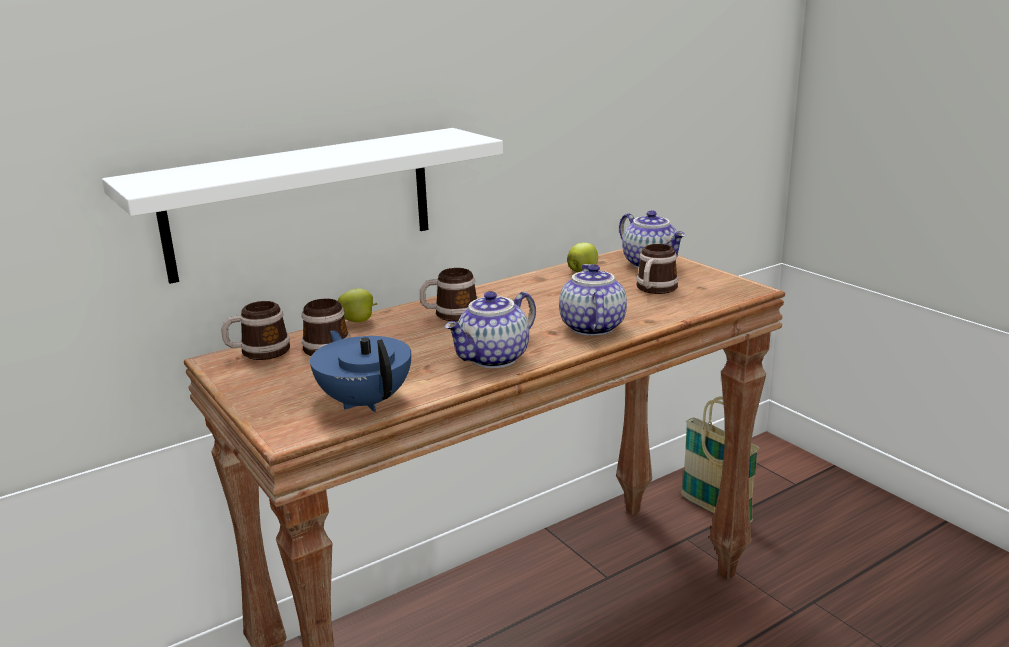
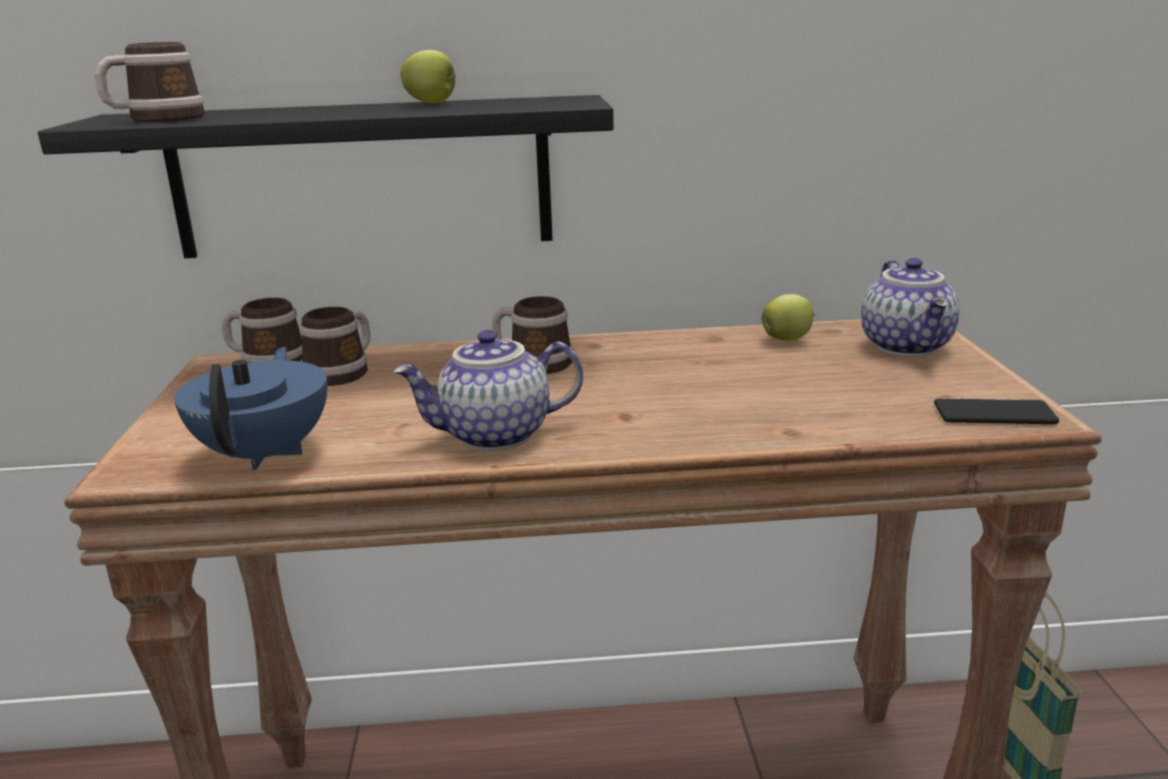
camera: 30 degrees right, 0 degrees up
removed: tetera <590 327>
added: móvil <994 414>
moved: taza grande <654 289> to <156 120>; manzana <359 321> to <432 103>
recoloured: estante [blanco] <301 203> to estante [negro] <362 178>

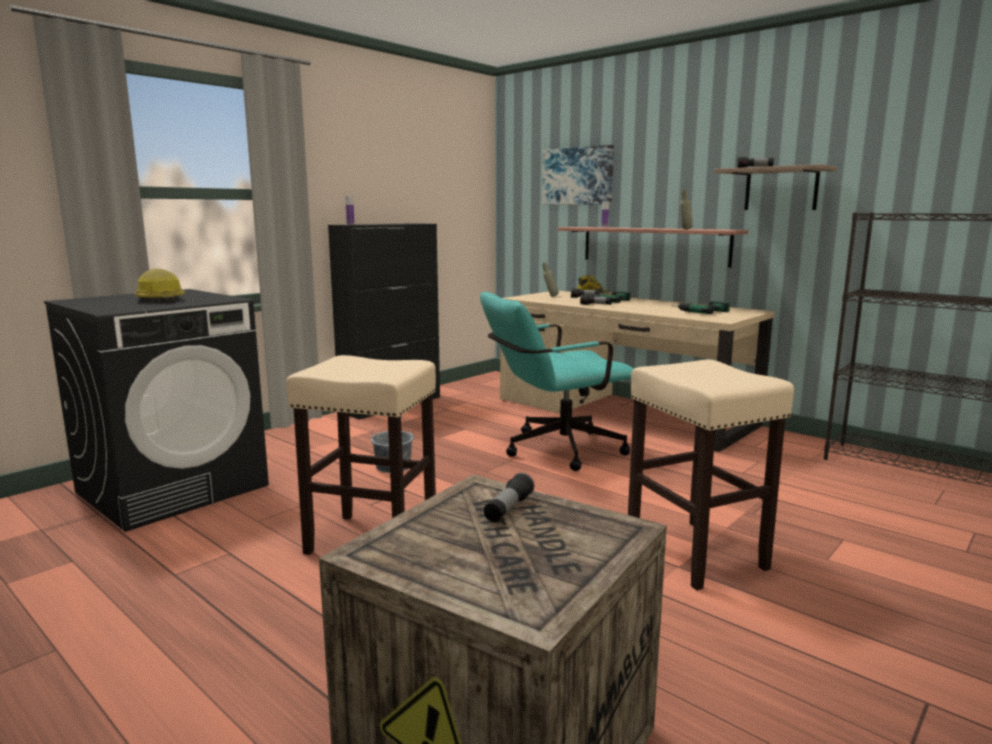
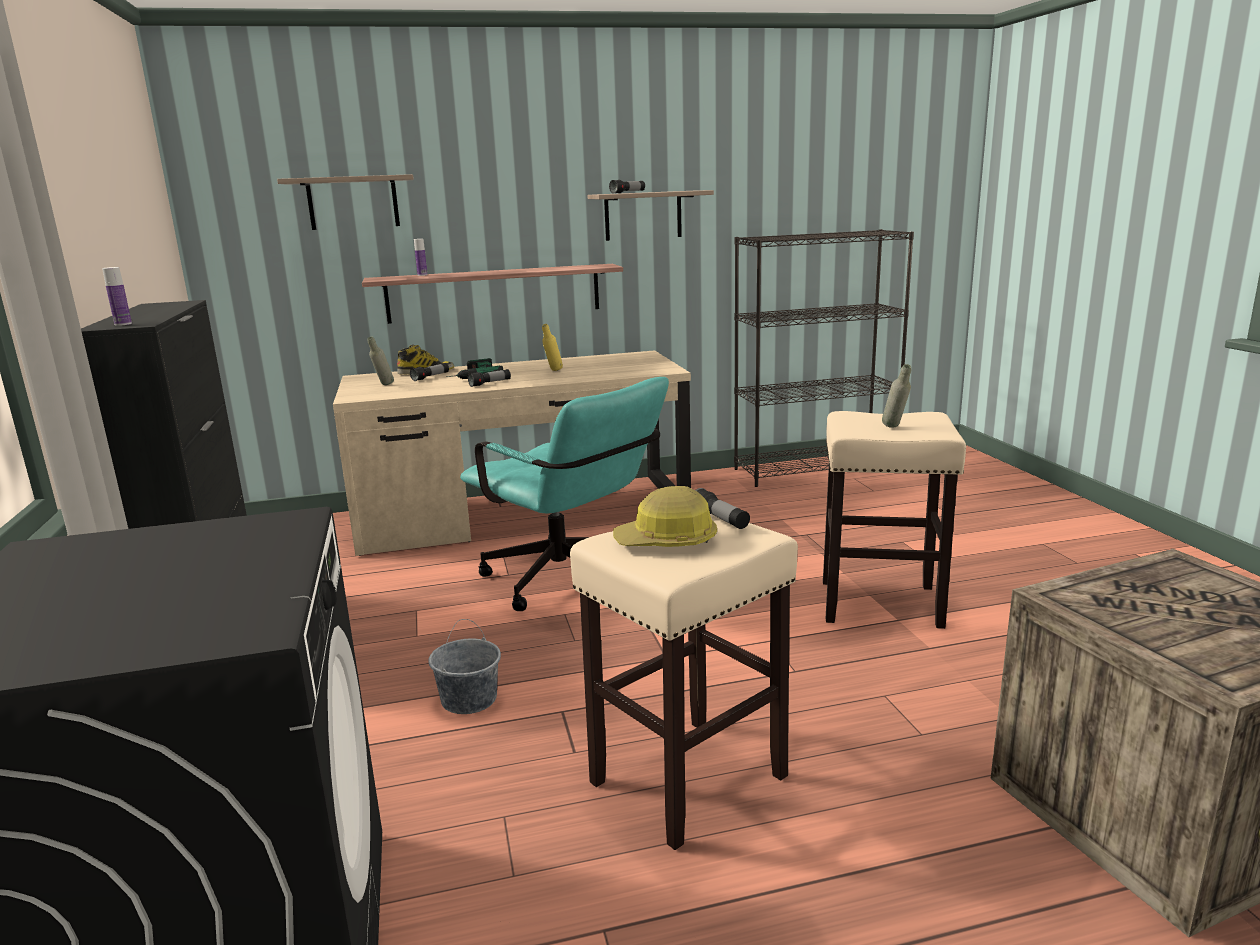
camera: 55 degrees left, 5 degrees up
removed: taladro <698 311>
added: botella [amarillo] <553 371>
moved: casco <158 300> to <667 542>; linterna <508 509> to <720 520>; botella [gris] <685 229> to <895 428>
replaced: cuadro <578 176> to estante <353 203>
turned: silla de oficina [turquesa] <554 450> = <571 582> 60 degrees counterclockwise

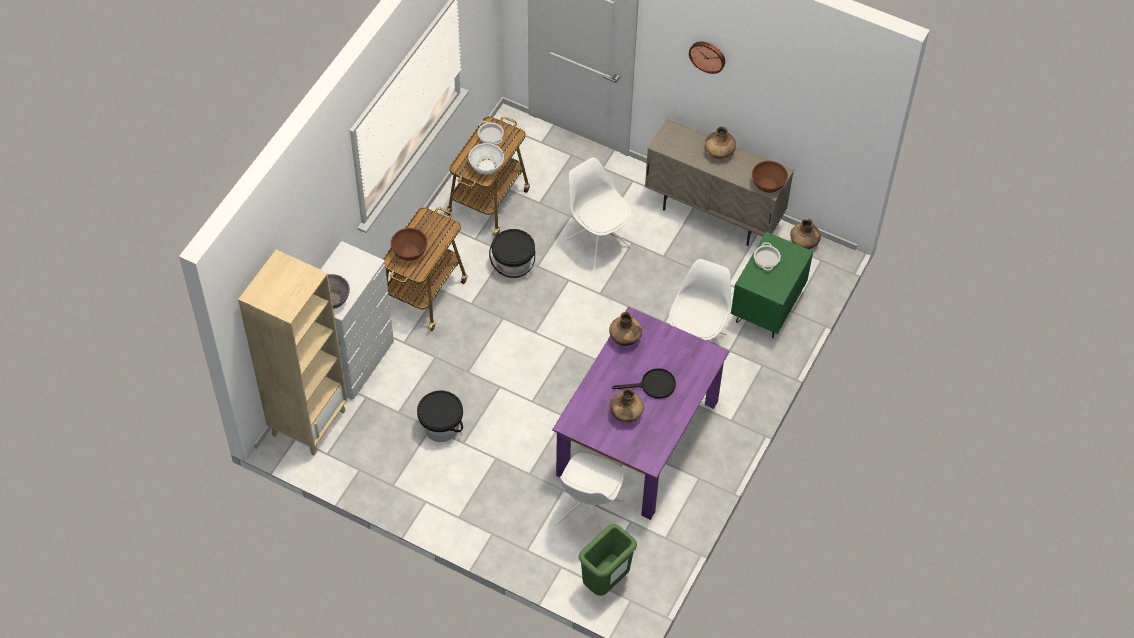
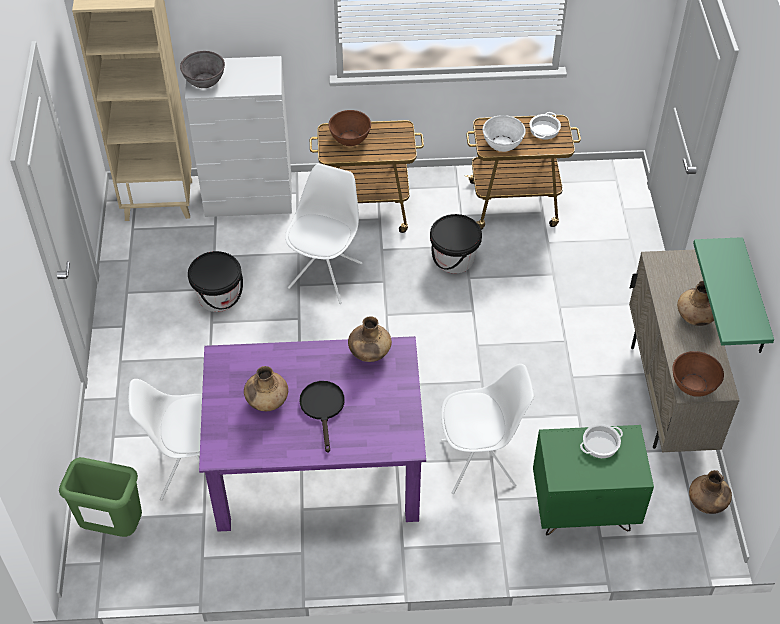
camera: 60 degrees right, 5 degrees down
removed: reloj de pared <708 56>
added: estante [verde] <753 300>
moved: silla [blanco] <597 242> to <326 275>
turned: sartén [negro] <653 385> = <323 408> 150 degrees counterclockwise

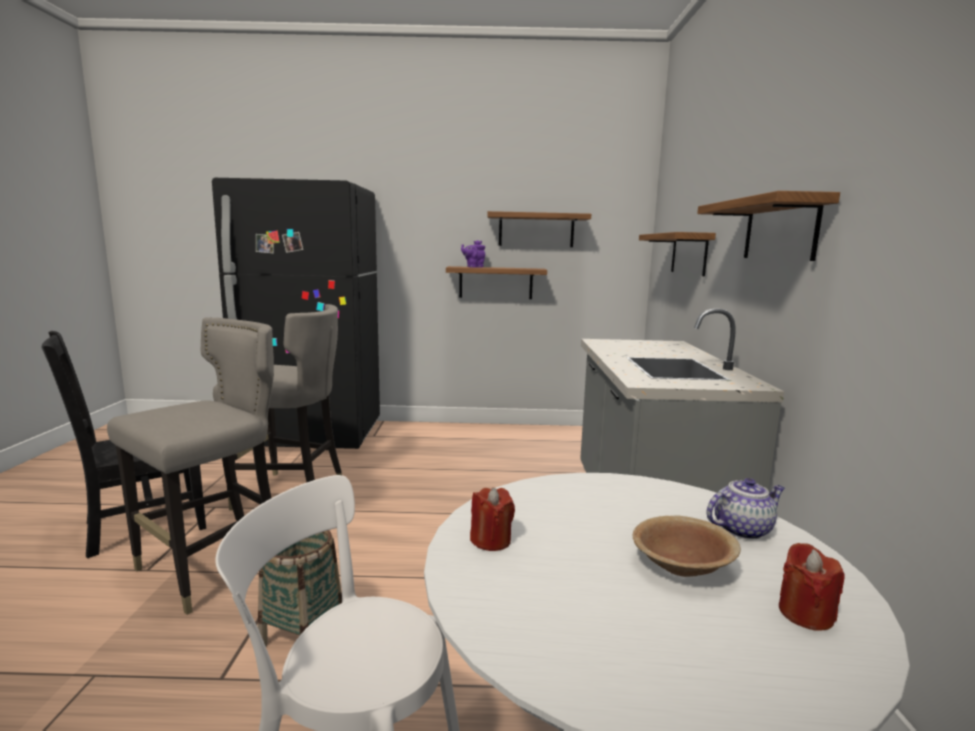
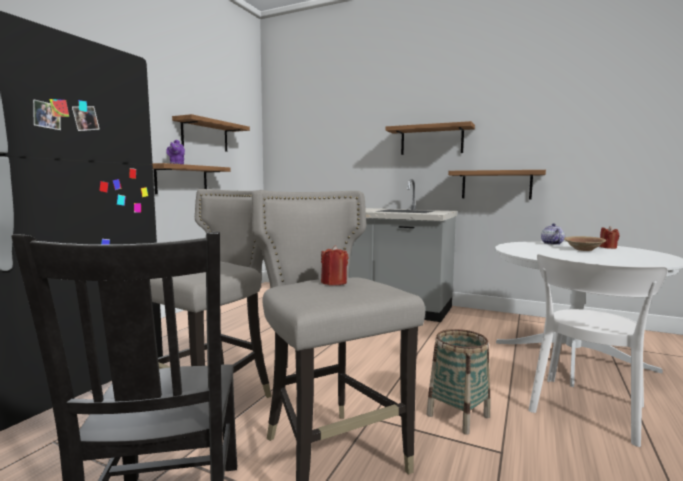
camera: 65 degrees left, 5 degrees down
moved: vela [rojo] <491 540> to <334 282>; estante <689 254> to <496 185>

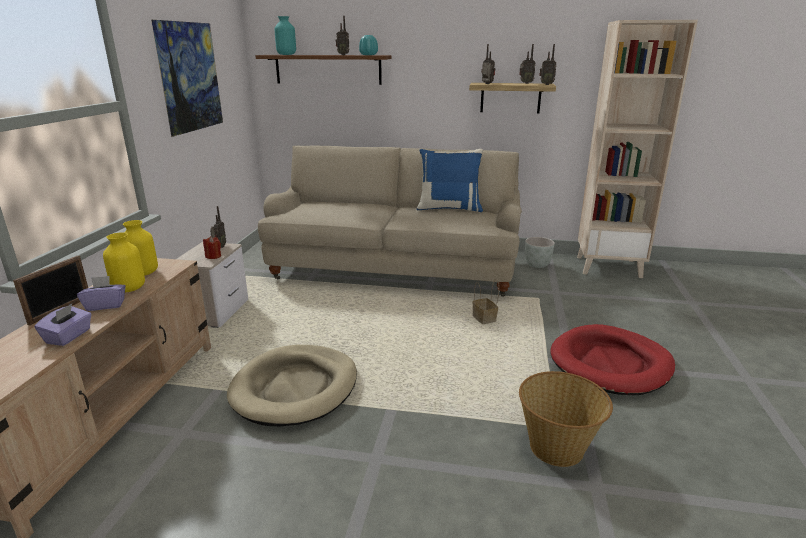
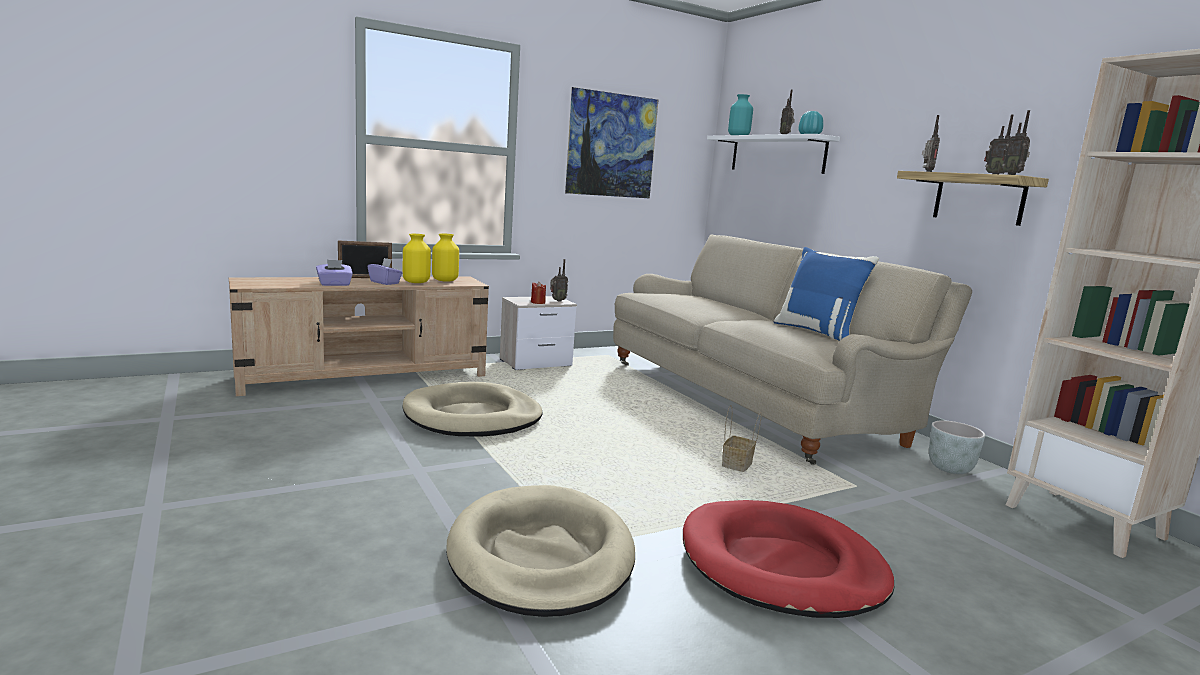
camera: 50 degrees right, 10 degrees down
replaced: cesta <557 447> to cama para perro [beis] <541 556>
recoloured: estante [marrón] <328 69> to estante [blanco] <777 154>

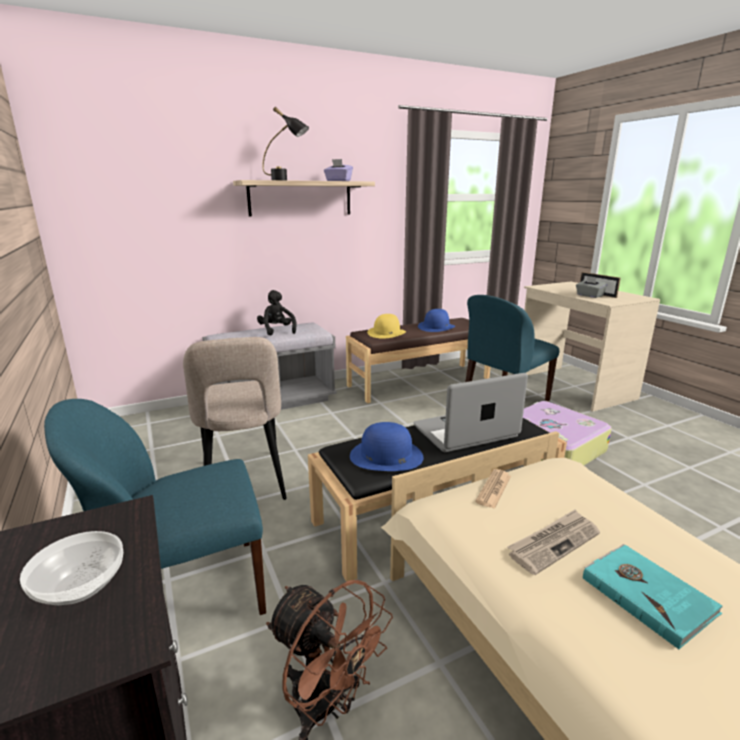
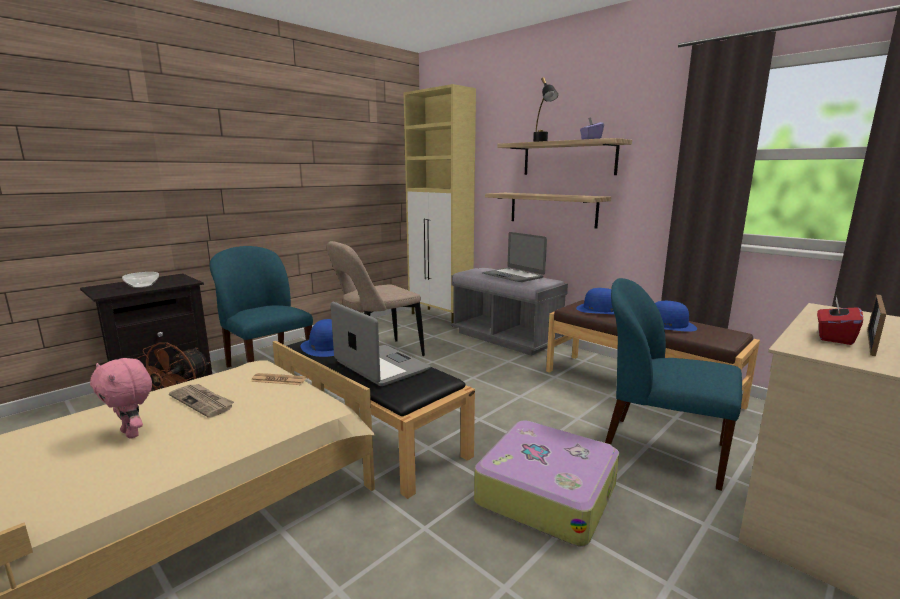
camera: 70 degrees right, 5 degrees down
added: armario [beis] <440 317>; estante <552 209>
replaced: libro [turquesa] <647 594> to peluche [rosa] <132 433>; peluche [negro] <277 331> to portátil <513 276>
recoloured: sombrero [amarillo] <386 333> to sombrero [azul] <600 309>; caja de pañuelos [gris] <589 295> to caja de pañuelos [rojo] <834 337>

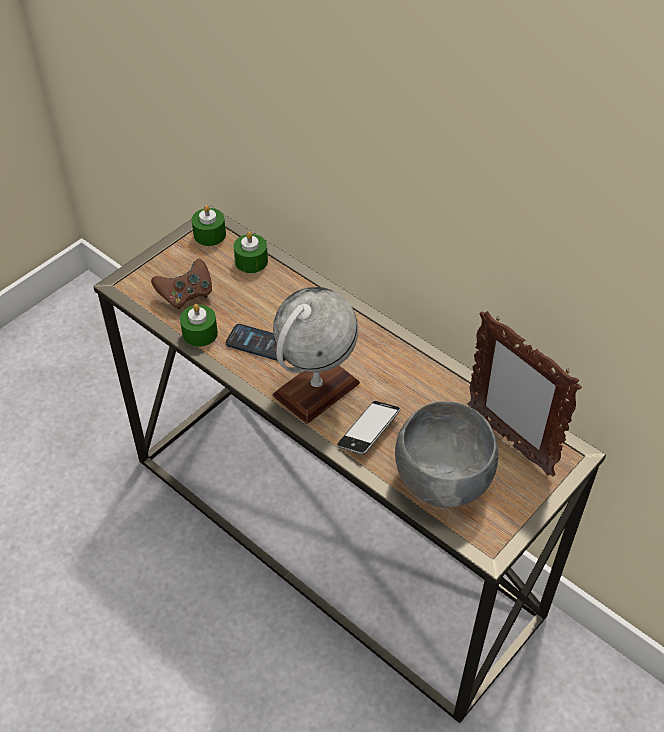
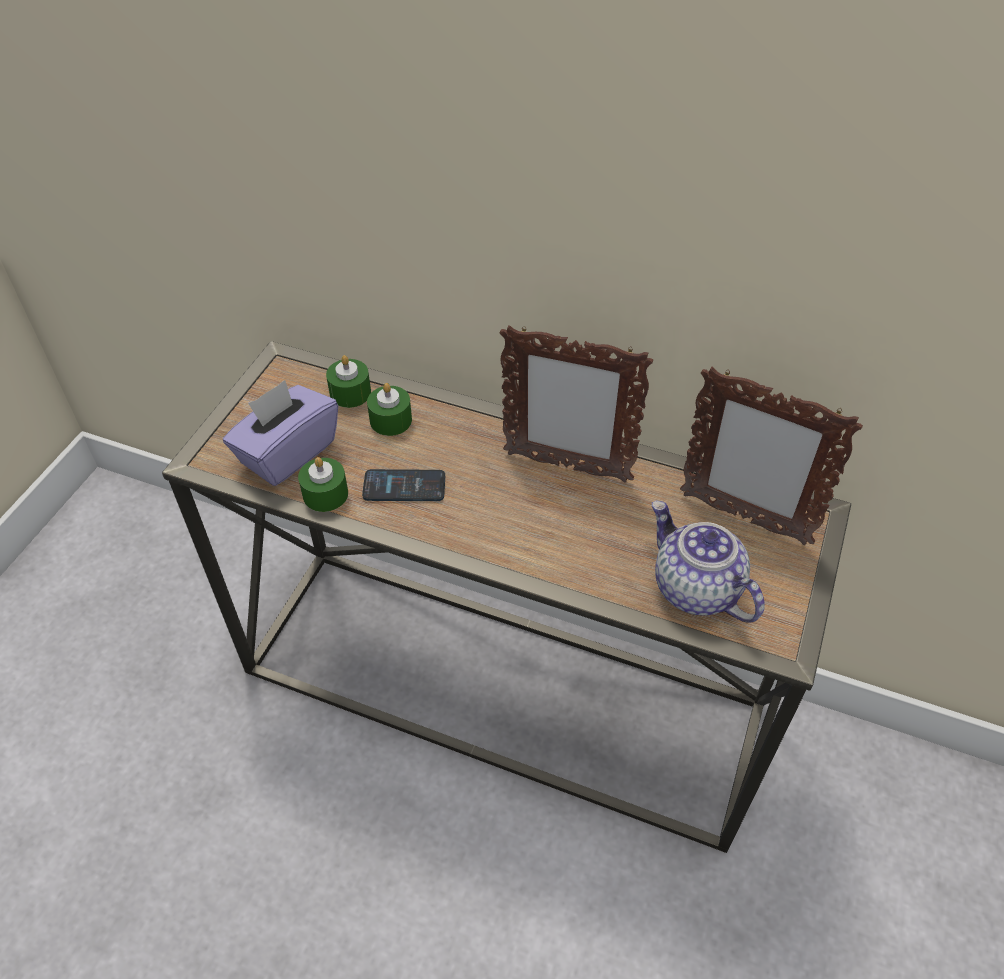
camera: 20 degrees left, 0 degrees up
removed: globo terráqueo <316 389>; móvil <368 431>
added: portarretratos <566 466>
moved: vela [verde] <209 234> to <390 420>
replaced: mando de consola [marrón] <186 295> to caja de pañuelos [morado] <287 453>; cuenco [gris] <441 482> to tetera <694 588>

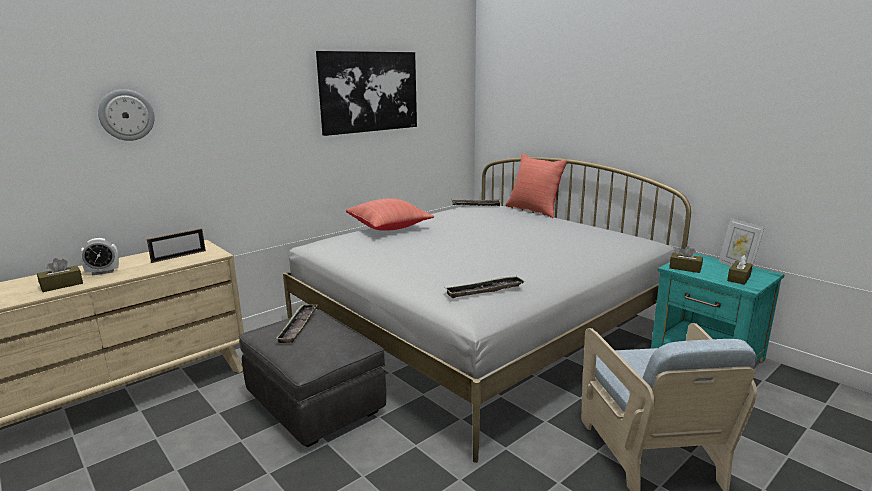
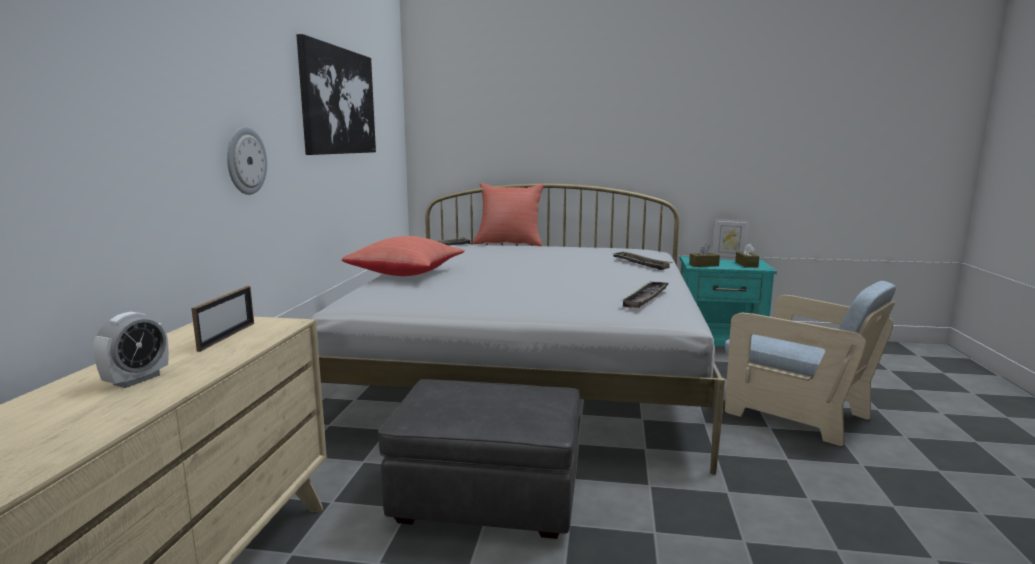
camera: 40 degrees left, 5 degrees down
removed: caja de pañuelos [marrón] <62 285>
moved: reloj de pared <126 115> to <245 161>; bandeja <298 326> to <640 264>

